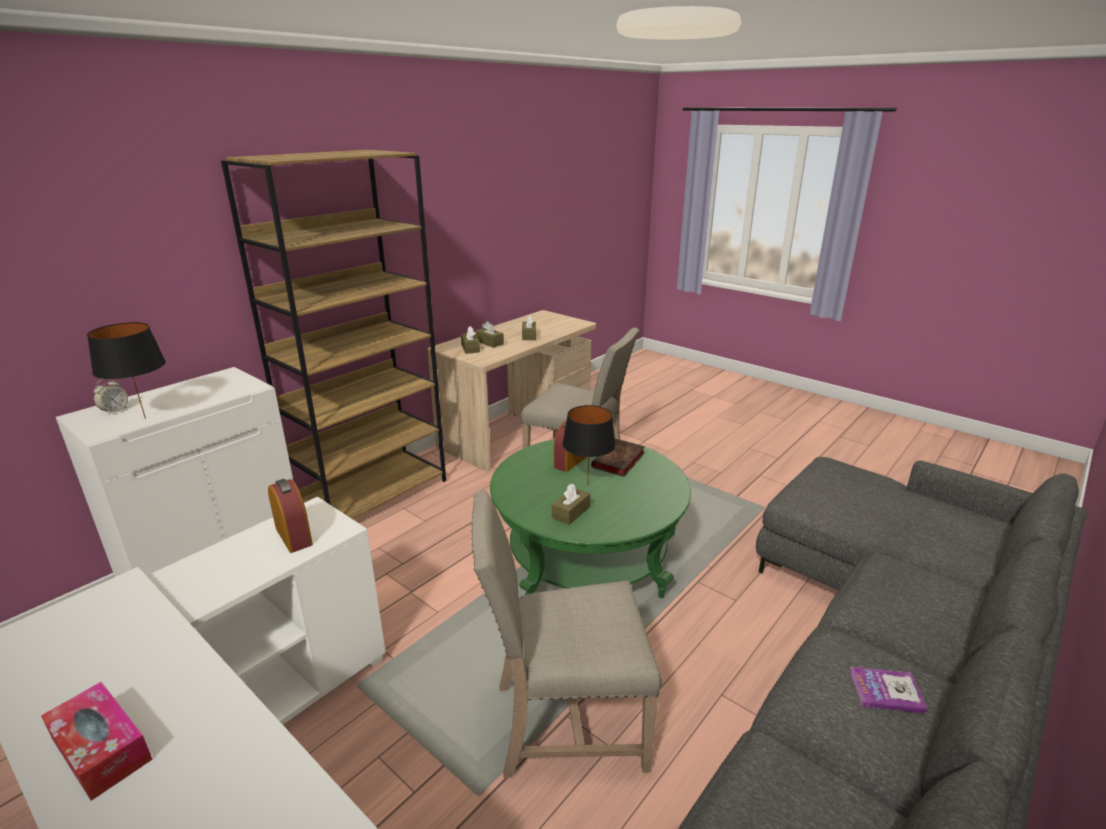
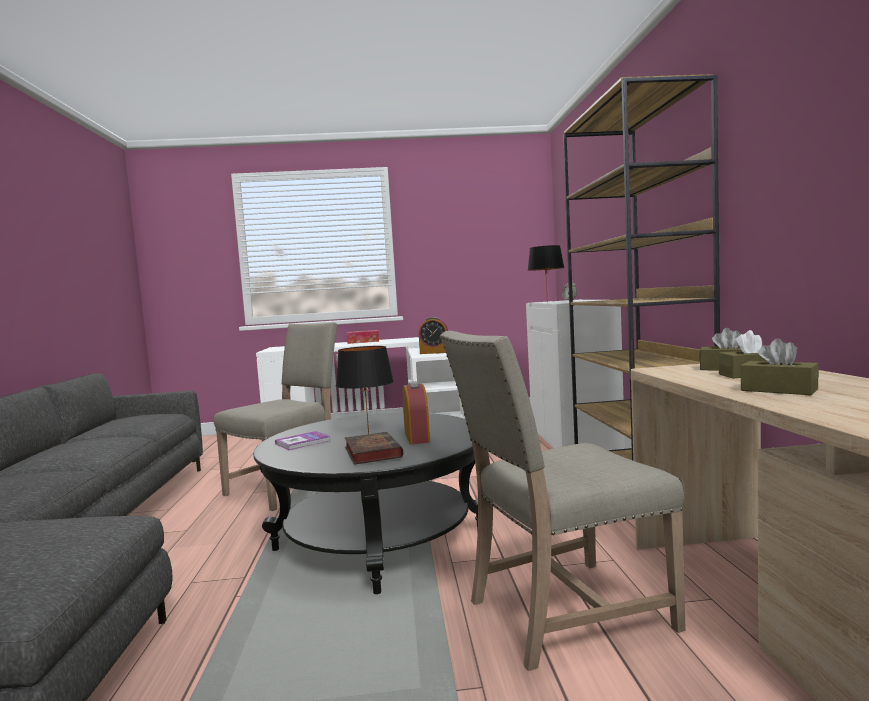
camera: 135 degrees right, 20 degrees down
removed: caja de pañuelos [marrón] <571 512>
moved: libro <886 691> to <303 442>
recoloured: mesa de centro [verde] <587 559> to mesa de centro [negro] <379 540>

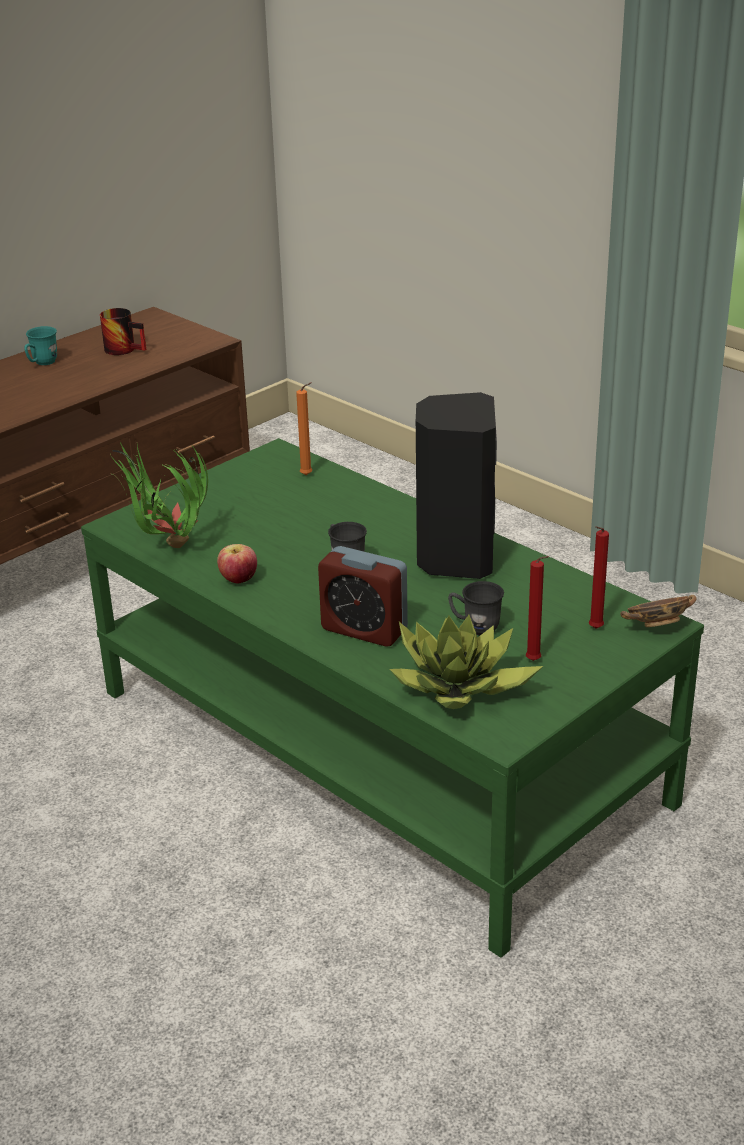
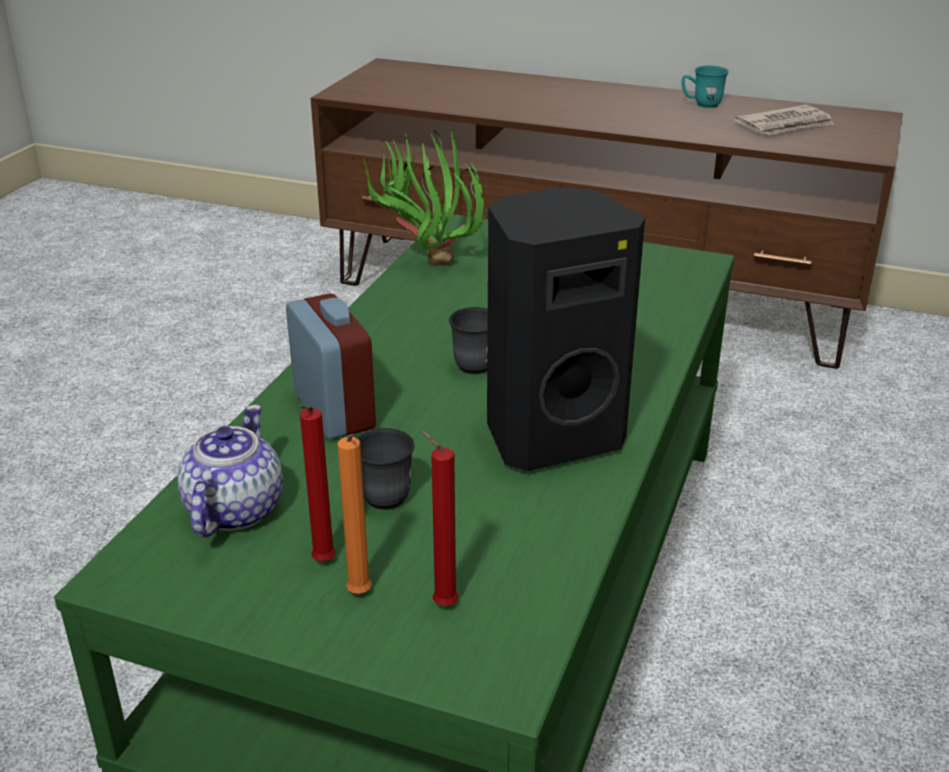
camera: 65 degrees right, 0 degrees up
removed: manzana <238 580>; cuenco <656 625>
moved: vela [naranja] <308 475> to <359 596>
replaced: planta en maceta <459 686> to tetera <233 511>; taza grande <126 349> to periódico <785 125>
turned: despertador <364 630> = <334 411> 150 degrees clockwise

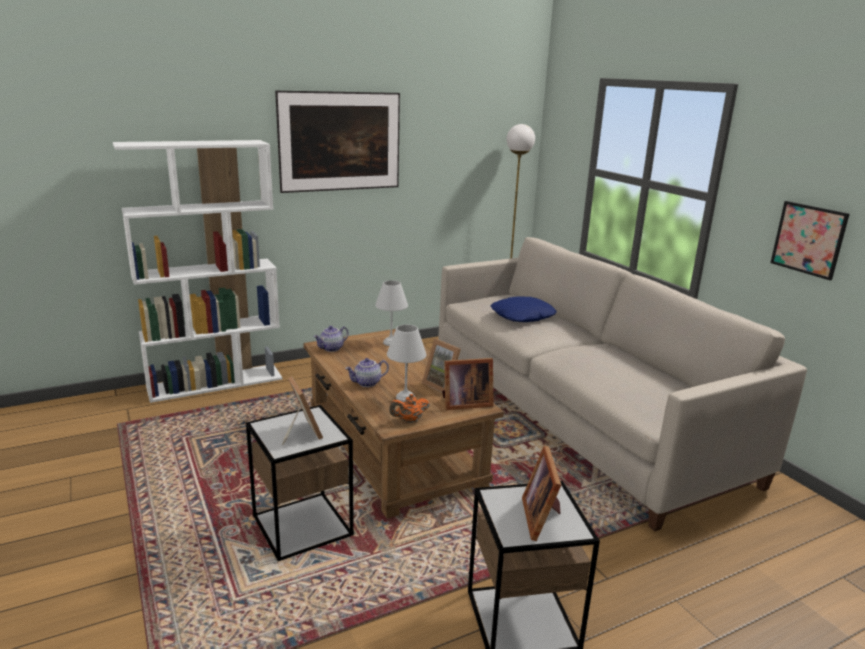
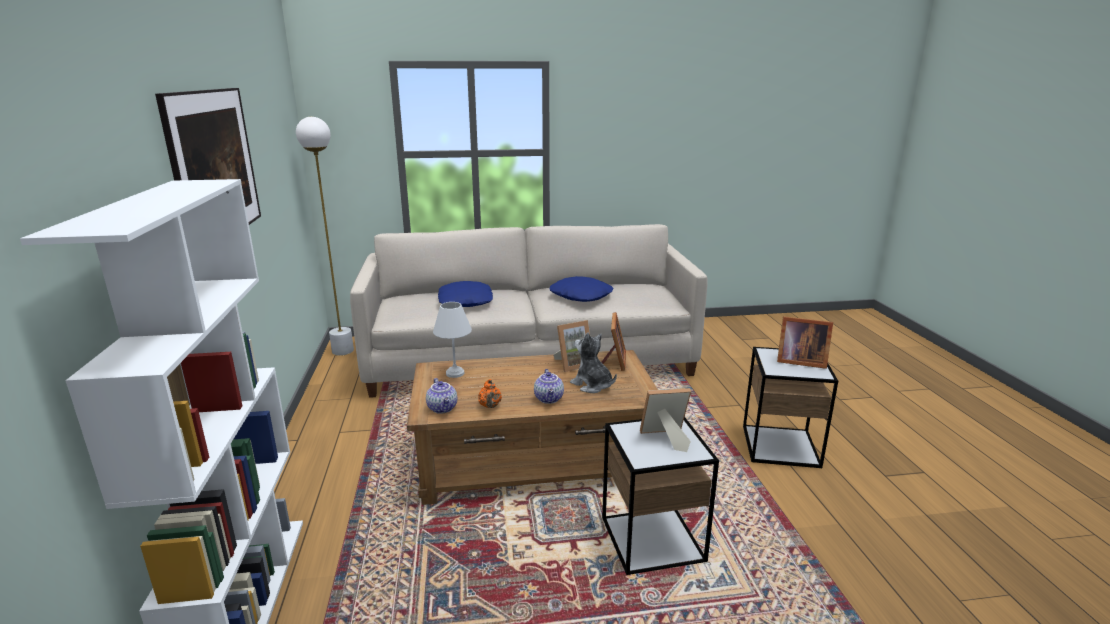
camera: 70 degrees left, 0 degrees up
removed: cuadro <808 239>
added: cojín [azul] <581 295>
moved: tetera [naranja] <409 420> to <490 406>
replaced: lámpara de mesa [blanco] <404 398> to peluche <592 385>

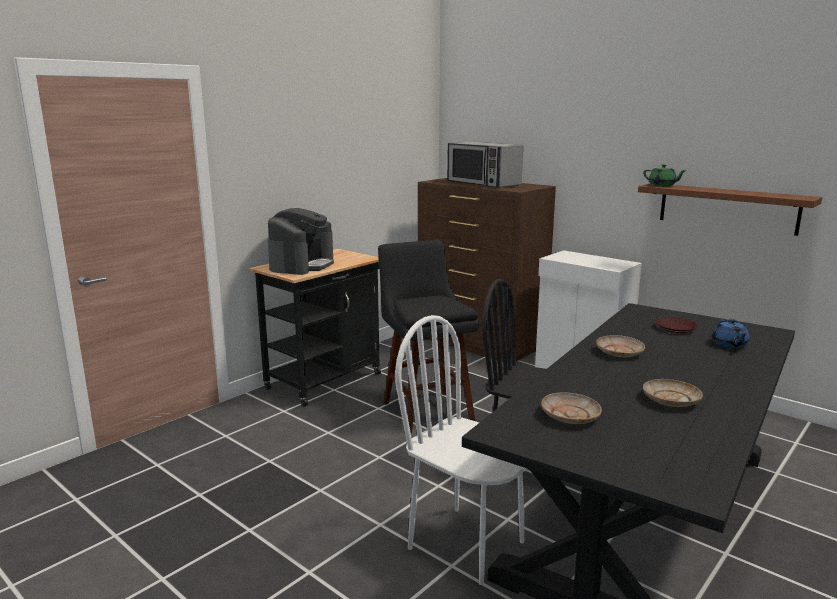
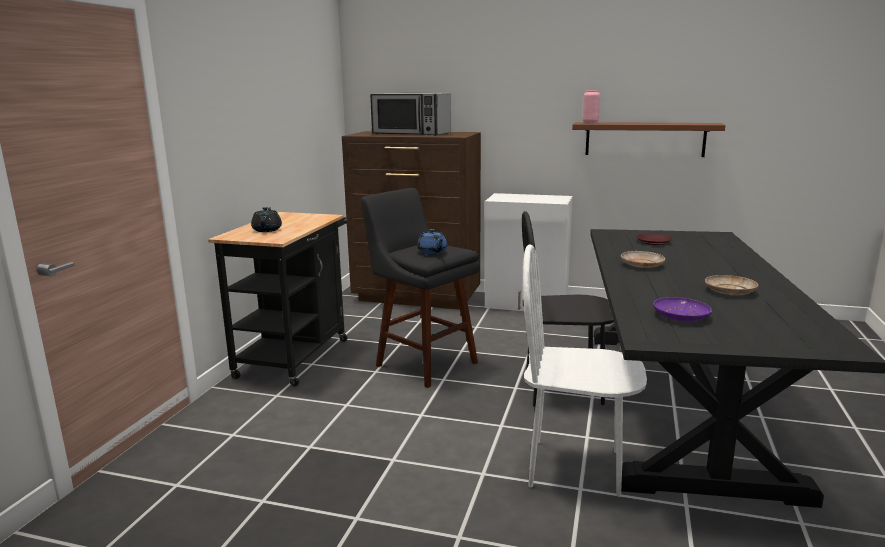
camera: 25 degrees left, 0 degrees up
moved: tetera [azul] <729 344> to <432 252>
replaced: cafetera <302 265> to tetera [negro] <267 230>; tetera [verde] <662 185> to florero [rosa] <590 123>
recoloured: plato [beis] <570 415> to plato [morado] <680 316>

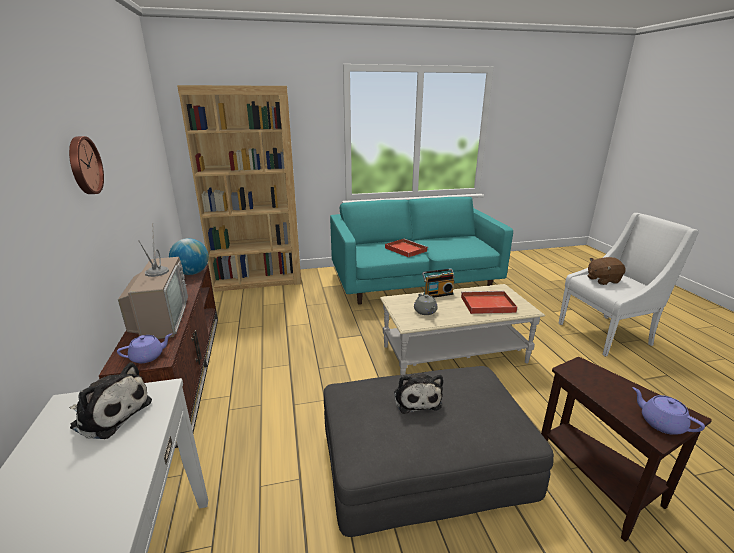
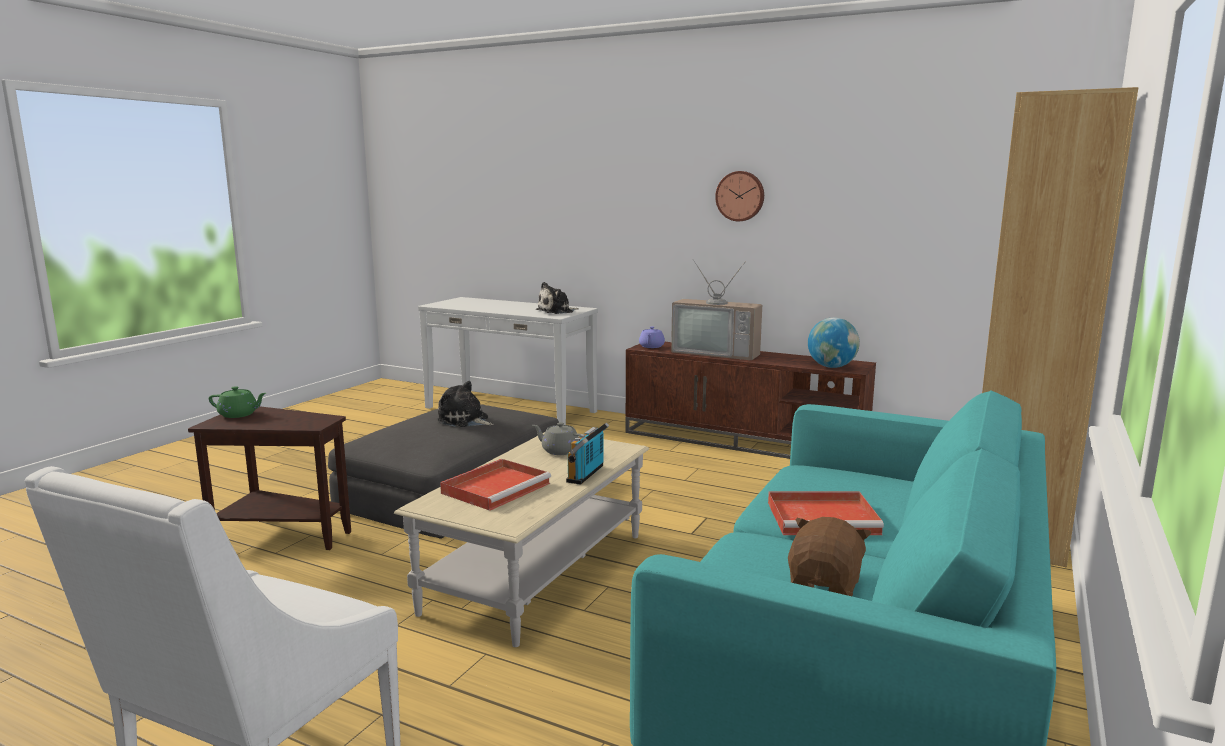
camera: 130 degrees right, 10 degrees down
moved: peluche [marrón] <602 280> to <825 585>
recoloured: tetera [morado] <661 423> to tetera [verde] <239 414>

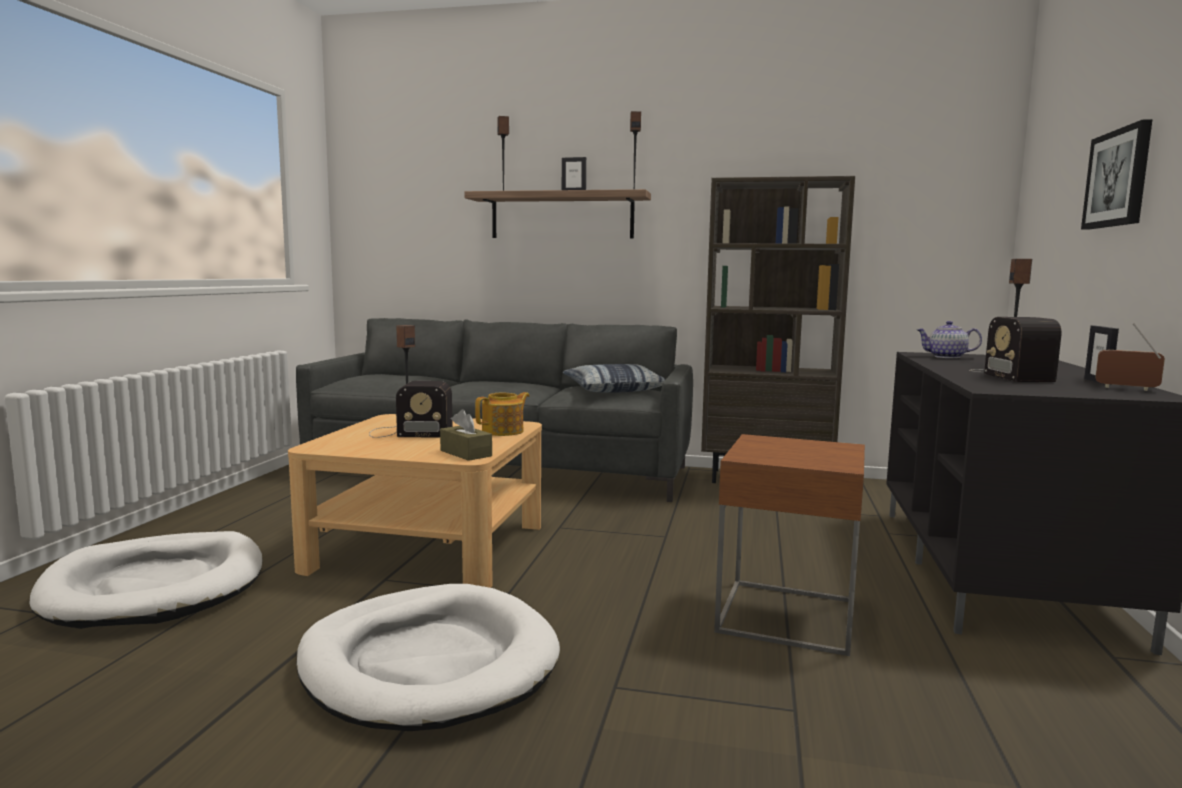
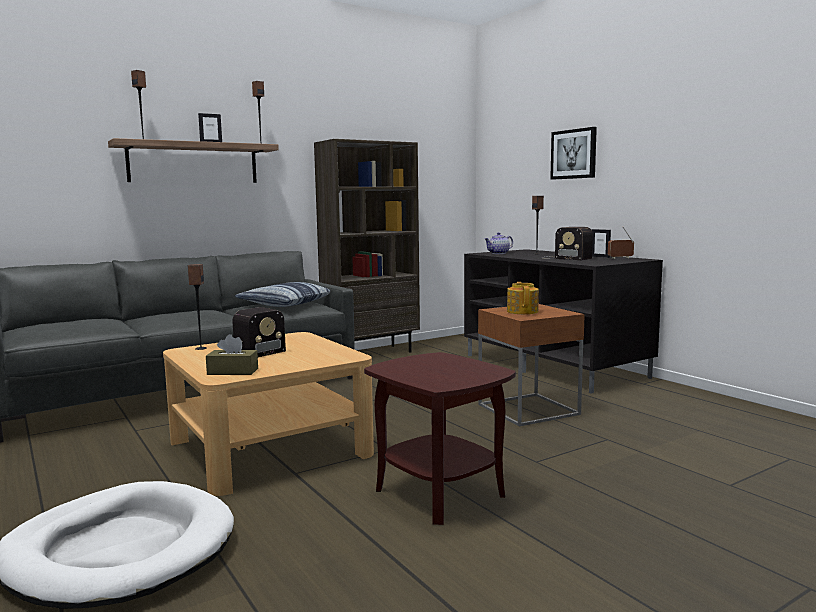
camera: 45 degrees left, 0 degrees up
moved: caja de pañuelos [marrón] <466 453> to <233 371>; tetera <504 431> to <522 311>
replaced: cama para perro [blanco] <429 663> to mesa auxiliar [marrón] <439 492>

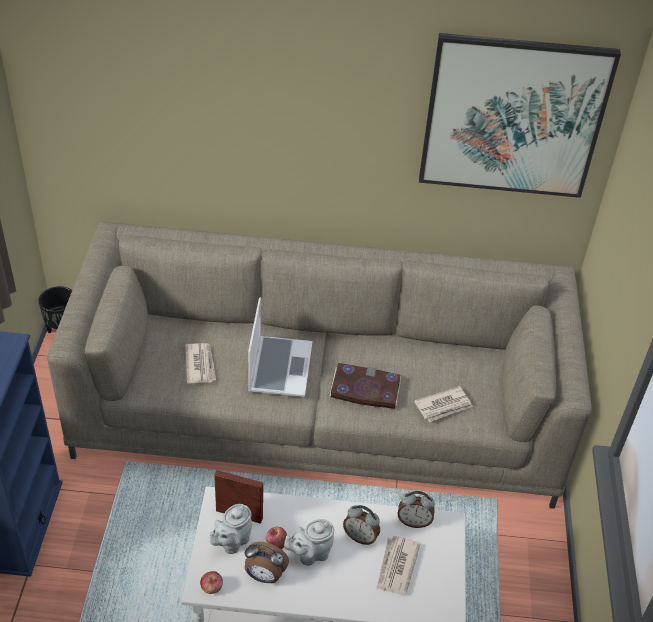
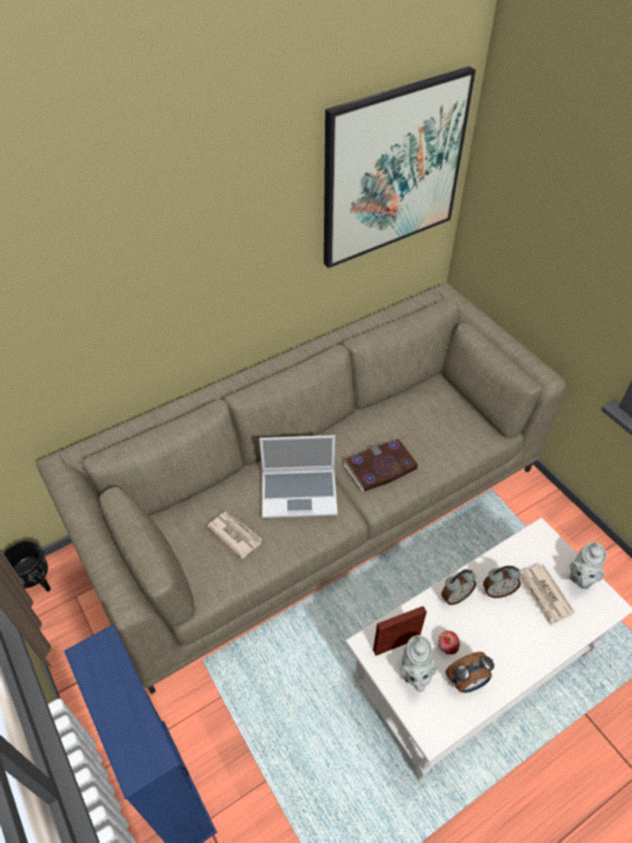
camera: 35 degrees left, 5 degrees up
removed: manzana <211 587>; periódico <444 406>
moved: despertador <414 521> to <455 596>; tetera [gris] <310 554> to <581 577>
turned: portátil <279 367> = <300 493> 120 degrees clockwise

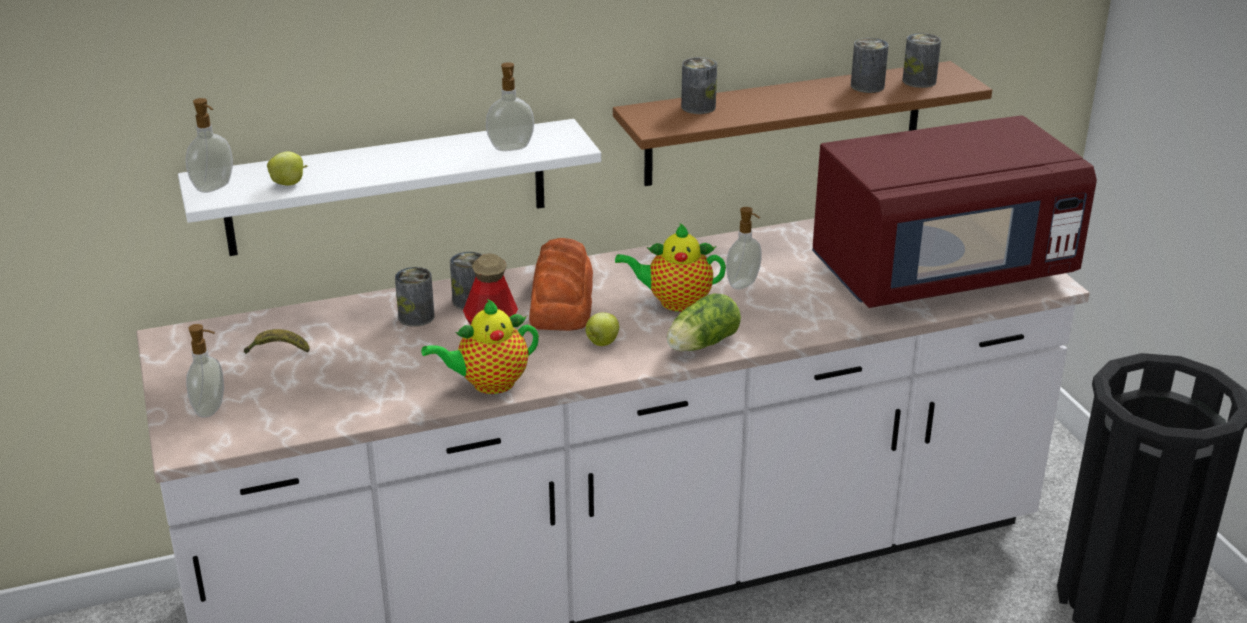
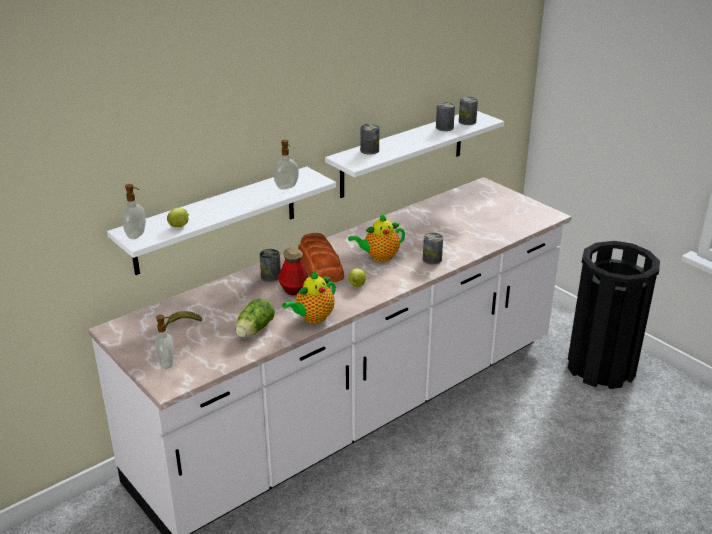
camera: 20 degrees left, 0 degrees up
removed: dispensador de jabón <744 284>; microondas [rojo] <941 273>
moved: lechuga <700 345> to <253 330>; lata <416 317> to <432 259>
recoloured: estante [marrón] <785 123> to estante [blanco] <403 153>

